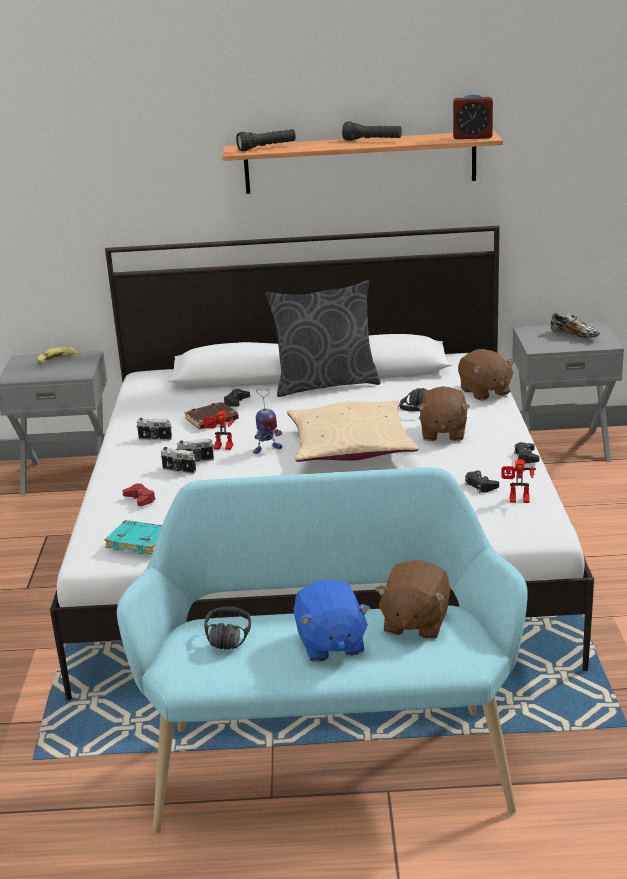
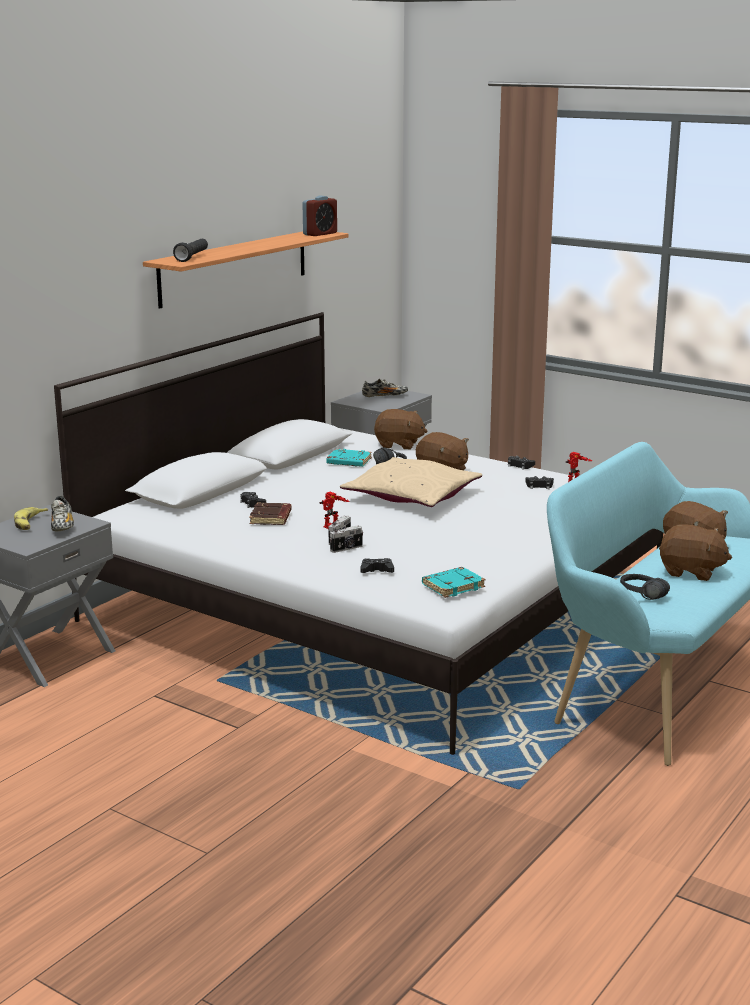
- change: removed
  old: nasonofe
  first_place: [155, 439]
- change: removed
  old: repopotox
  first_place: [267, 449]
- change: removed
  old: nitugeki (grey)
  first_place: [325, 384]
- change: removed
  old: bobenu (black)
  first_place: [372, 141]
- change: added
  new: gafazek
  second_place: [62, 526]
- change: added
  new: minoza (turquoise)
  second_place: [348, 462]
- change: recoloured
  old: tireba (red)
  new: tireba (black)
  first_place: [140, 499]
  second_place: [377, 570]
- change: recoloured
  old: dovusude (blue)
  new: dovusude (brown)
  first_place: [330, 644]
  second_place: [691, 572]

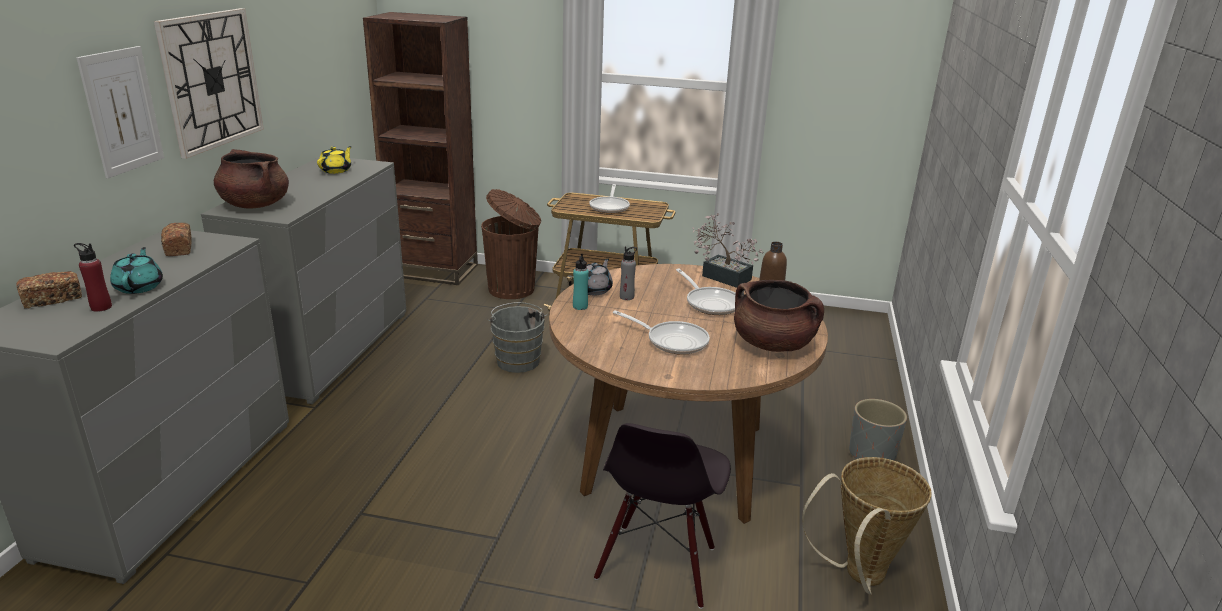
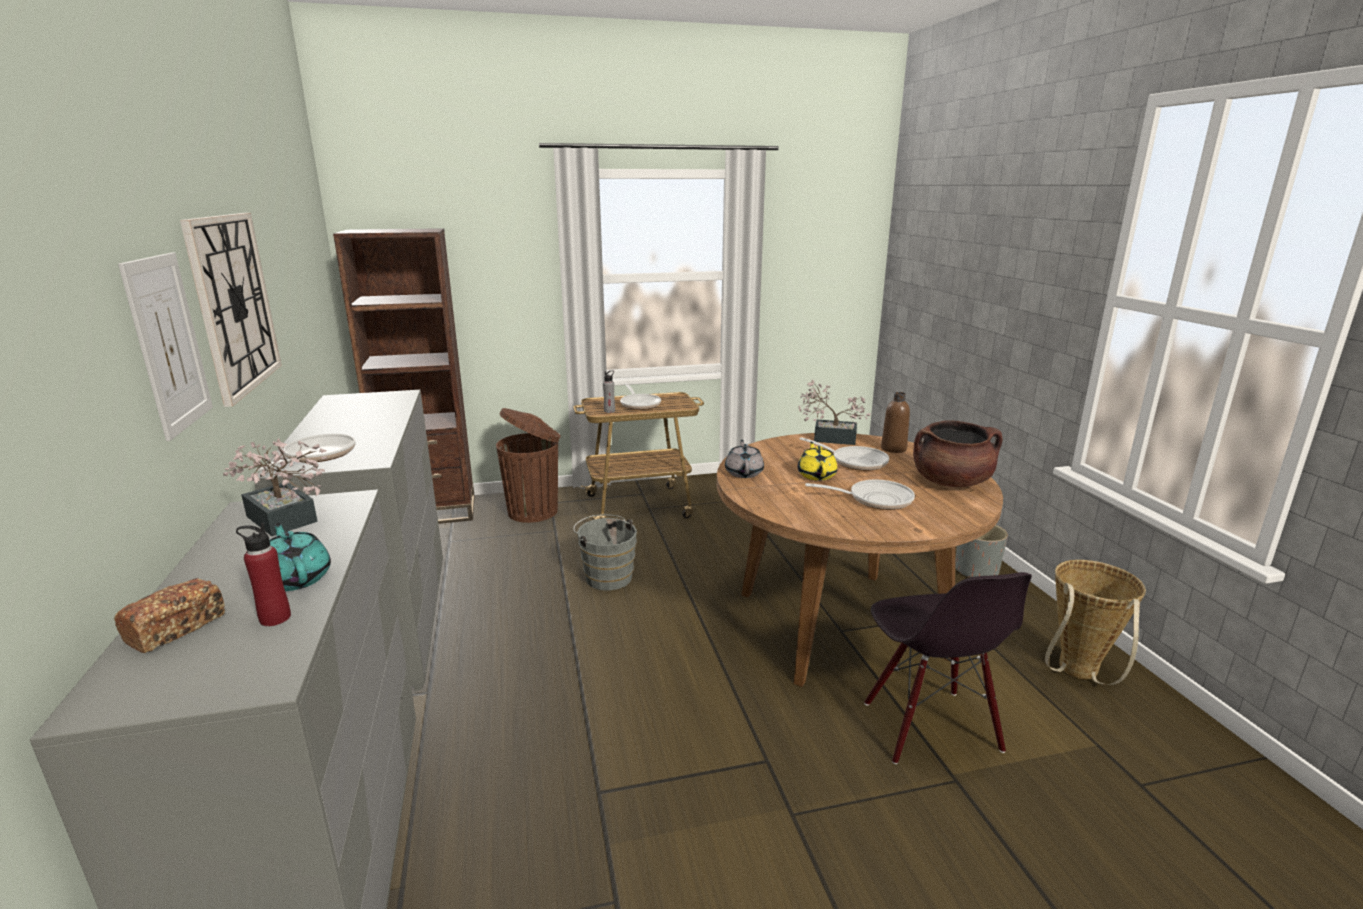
- change: removed
  old: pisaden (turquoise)
  first_place: [580, 306]
- change: moved
  old: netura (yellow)
  first_place: [336, 170]
  second_place: [816, 475]
- change: moved
  old: pisaden (grey)
  first_place: [627, 297]
  second_place: [609, 411]
- change: replaced
  old: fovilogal
  new: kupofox
  first_place: [178, 248]
  second_place: [284, 522]
- change: replaced
  old: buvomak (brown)
  new: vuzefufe
  first_place: [255, 205]
  second_place: [316, 456]

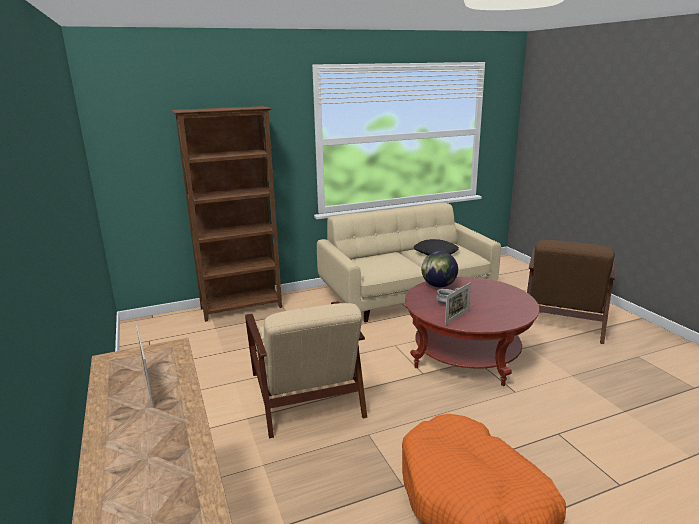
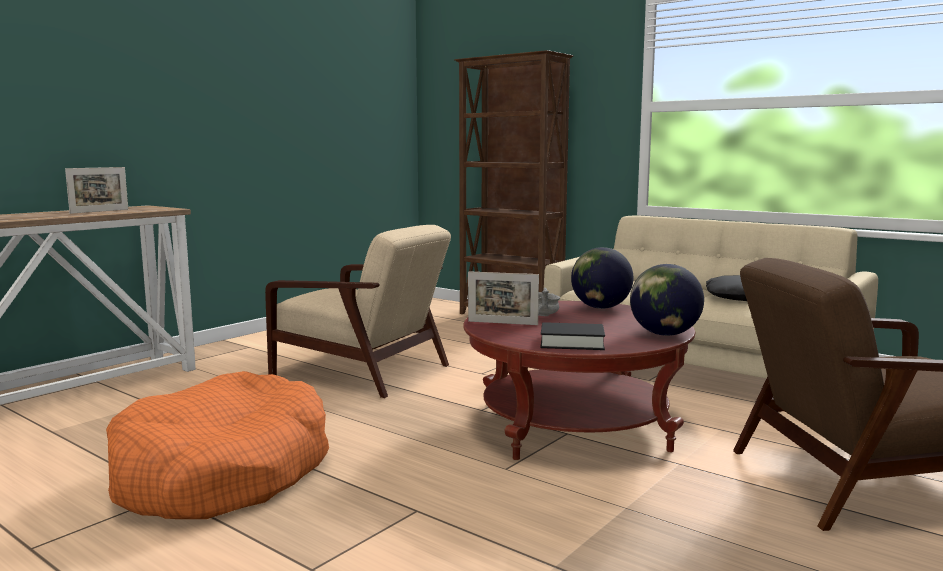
- change: added
  new: minoza (black)
  second_place: [572, 342]
- change: added
  new: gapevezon
  second_place: [664, 334]
- change: turned
  old: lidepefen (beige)
  first_place: [306, 396]
  second_place: [363, 371]
  degrees: -105

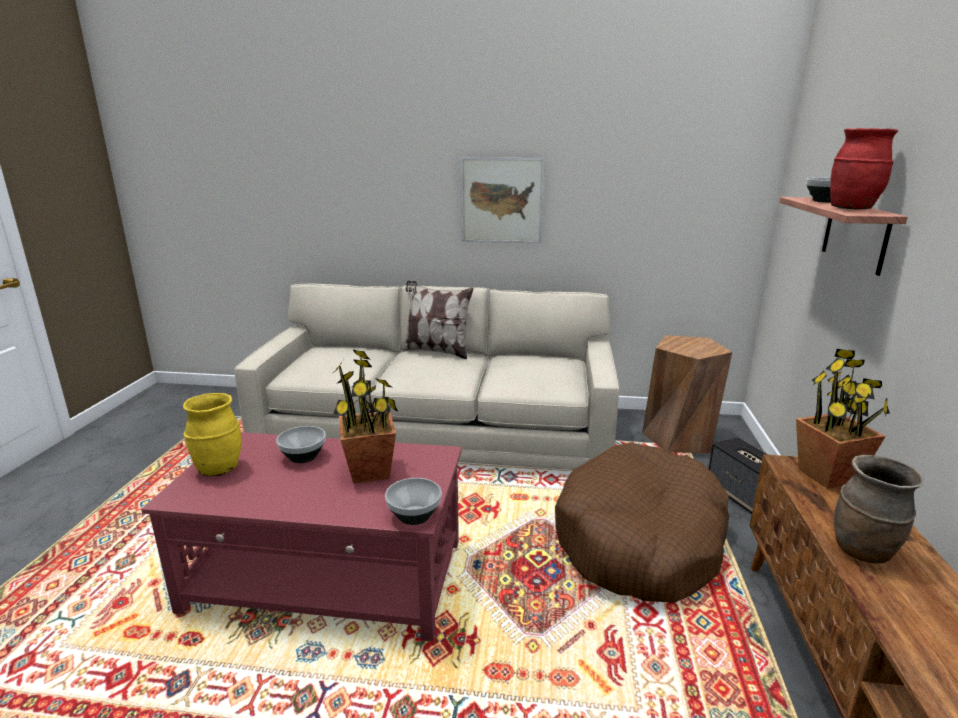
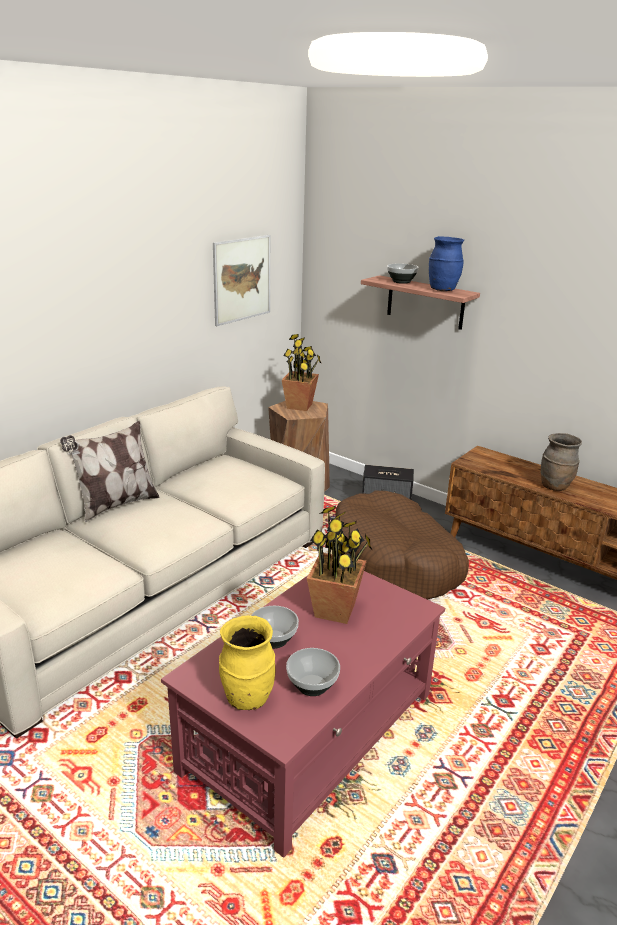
- change: moved
  old: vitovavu
  first_place: [415, 516]
  second_place: [312, 685]
- change: moved
  old: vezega
  first_place: [502, 200]
  second_place: [242, 279]
- change: moved
  old: kupofox
  first_place: [828, 476]
  second_place: [299, 406]
- change: recoloured
  old: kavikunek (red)
  new: kavikunek (blue)
  first_place: [852, 209]
  second_place: [442, 290]

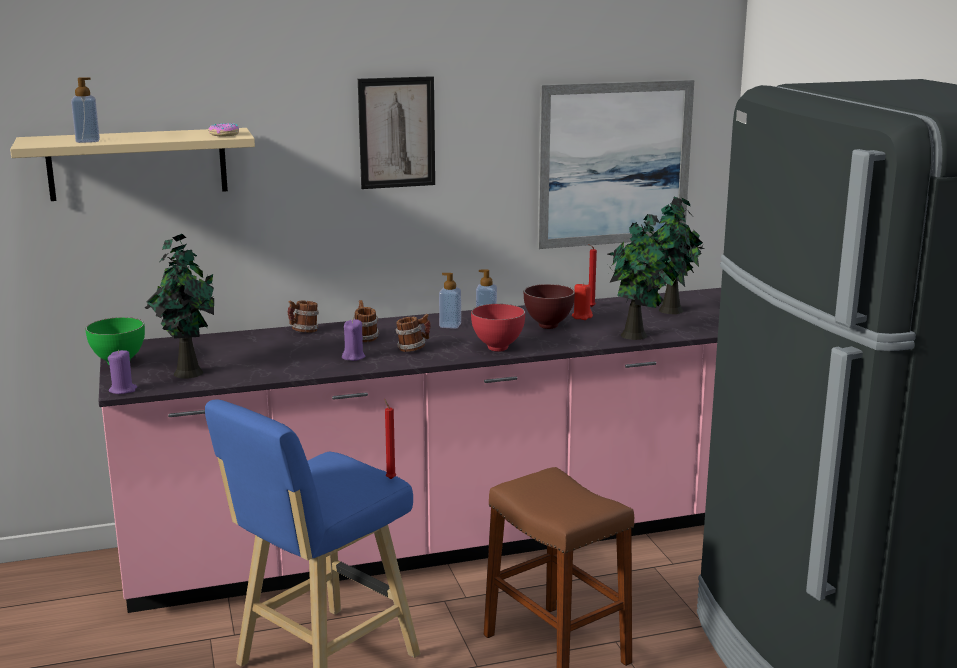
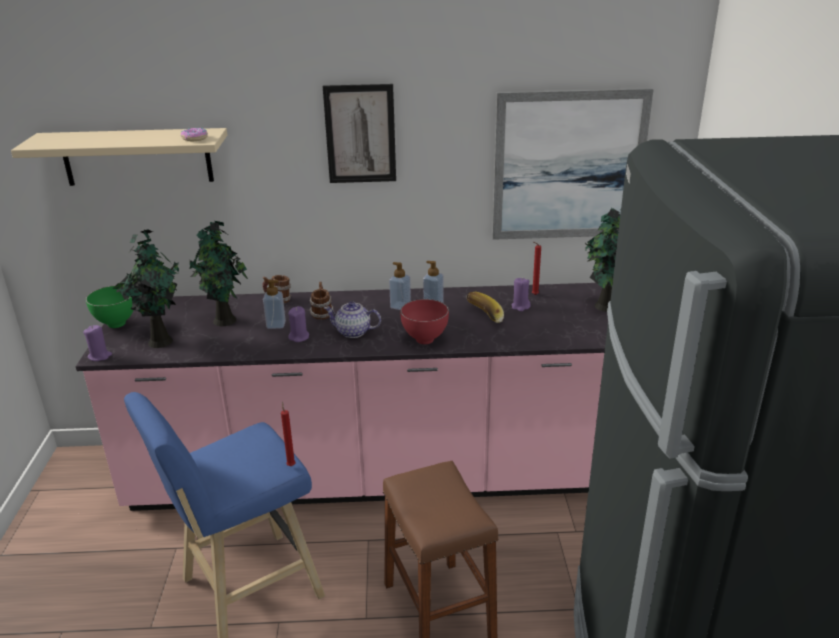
- change: moved
  old: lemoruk
  first_place: [87, 141]
  second_place: [276, 325]
- change: moved
  old: kupofox
  first_place: [636, 336]
  second_place: [226, 321]
- change: replaced
  old: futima
  new: netura
  first_place: [413, 349]
  second_place: [353, 332]
- change: replaced
  old: vitovavu (brown)
  new: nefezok
  first_place: [547, 326]
  second_place: [483, 316]
- change: recoloured
  old: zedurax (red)
  new: zedurax (purple)
  first_place: [582, 316]
  second_place: [520, 306]

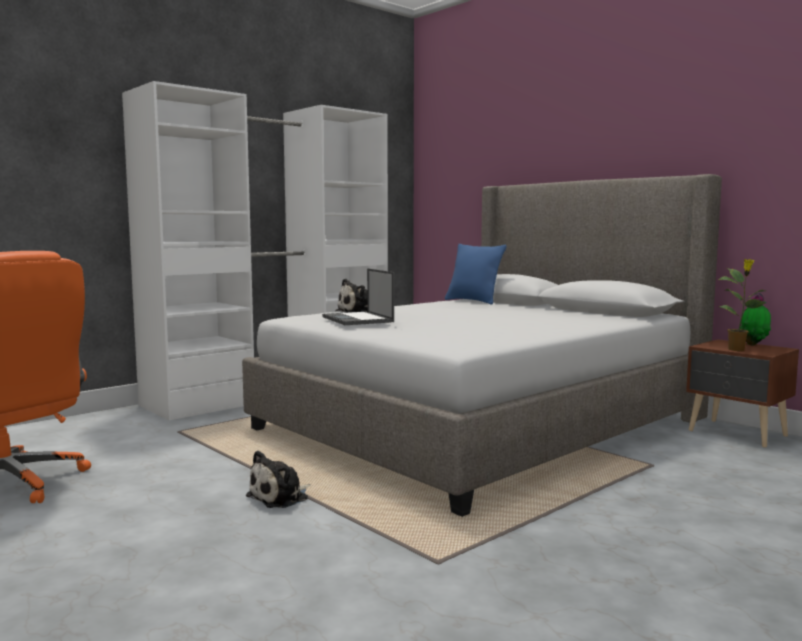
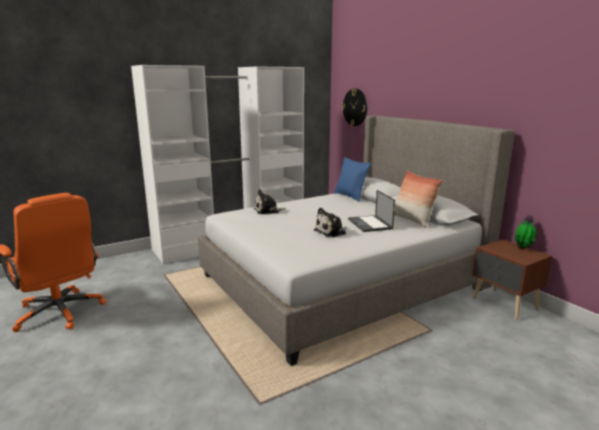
- change: removed
  old: kupofox
  first_place: [738, 350]
- change: added
  new: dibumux
  second_place: [355, 107]
- change: added
  new: nitugeki
  second_place: [412, 220]
- change: moved
  old: dovusude
  first_place: [281, 497]
  second_place: [331, 232]
- change: moved
  old: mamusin
  first_place: [358, 319]
  second_place: [370, 224]

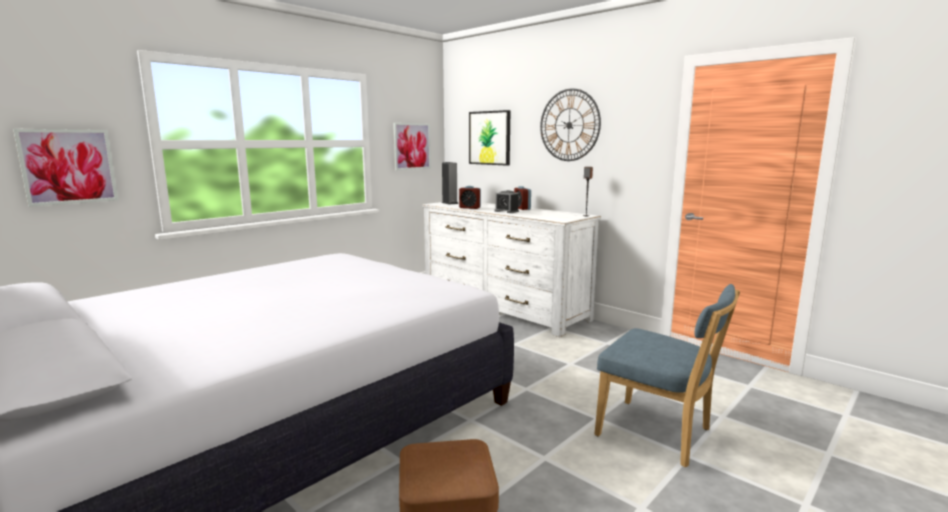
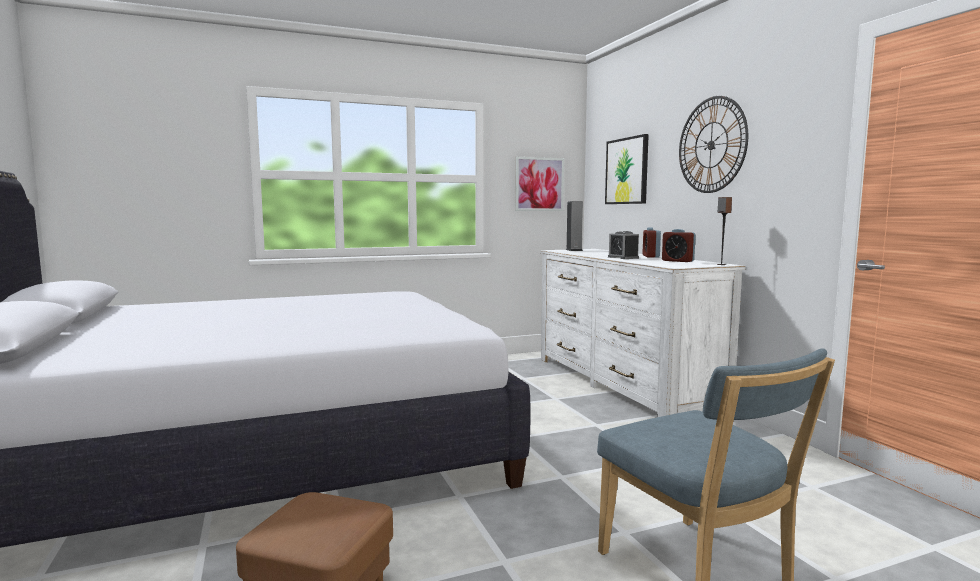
- change: removed
  old: vezega
  first_place: [68, 166]
- change: moved
  old: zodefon
  first_place: [469, 208]
  second_place: [677, 261]

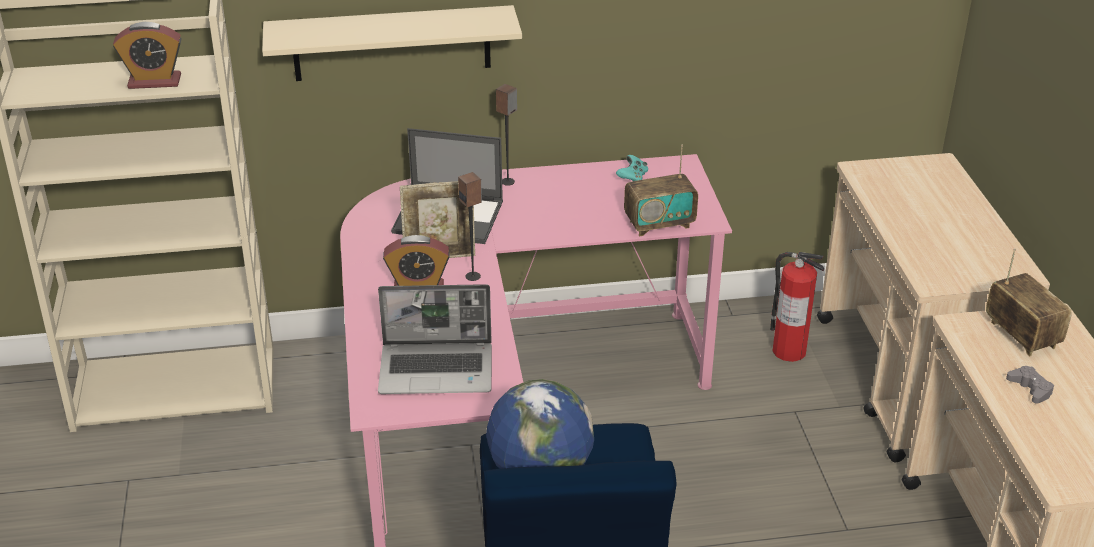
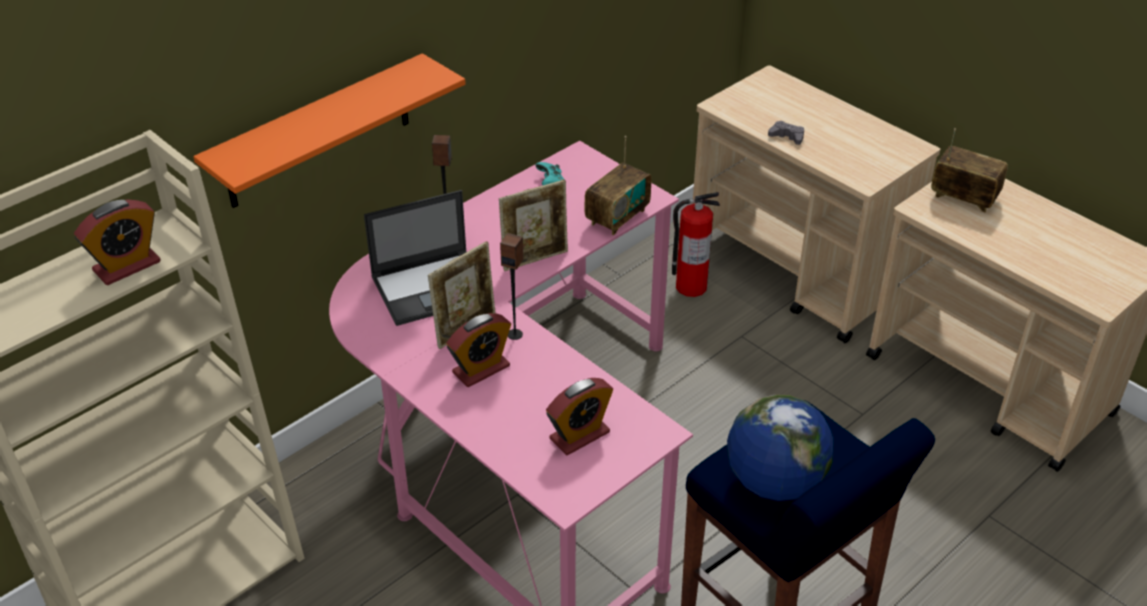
- change: added
  new: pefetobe
  second_place: [535, 259]
- change: moved
  old: tireba (grey)
  first_place: [1030, 389]
  second_place: [787, 136]
- change: replaced
  old: mamusin
  new: zodefon
  first_place: [438, 369]
  second_place: [579, 435]
- change: recoloured
  old: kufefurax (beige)
  new: kufefurax (orange)
  first_place: [391, 43]
  second_place: [318, 132]

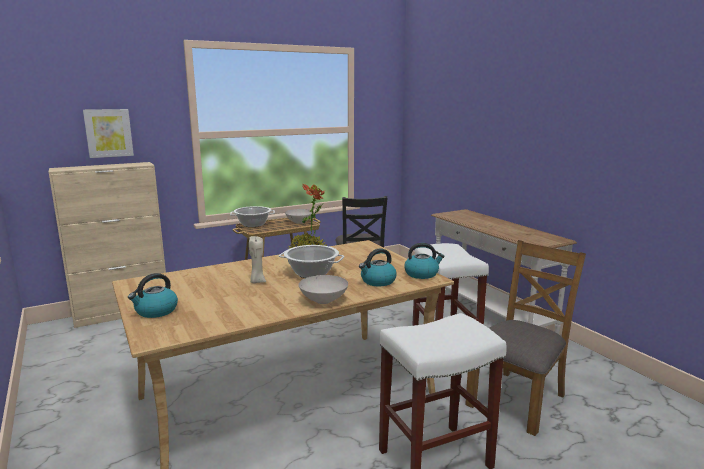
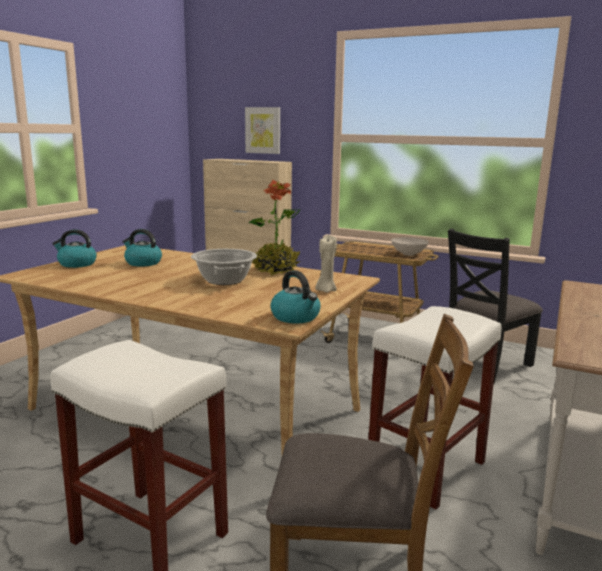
- change: removed
  old: buvomak
  first_place: [253, 224]
- change: removed
  old: vitovavu (white)
  first_place: [324, 300]
- change: moved
  old: zedurax (beige)
  first_place: [257, 281]
  second_place: [325, 290]
- change: moved
  old: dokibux
  first_place: [377, 281]
  second_place: [142, 263]

